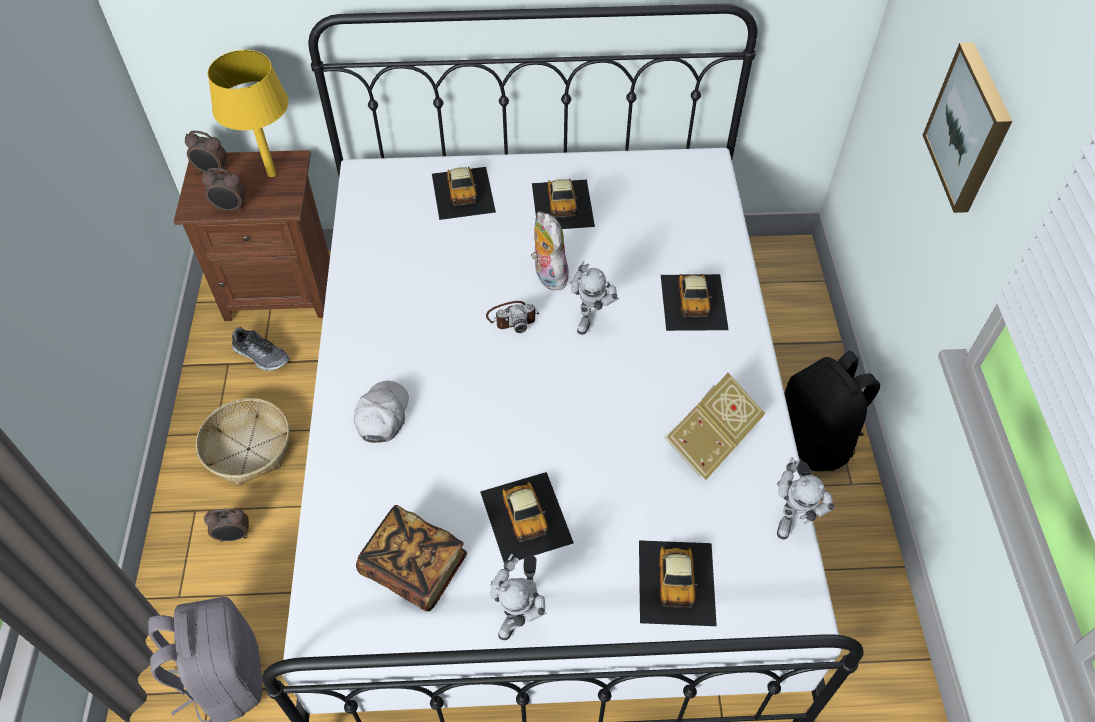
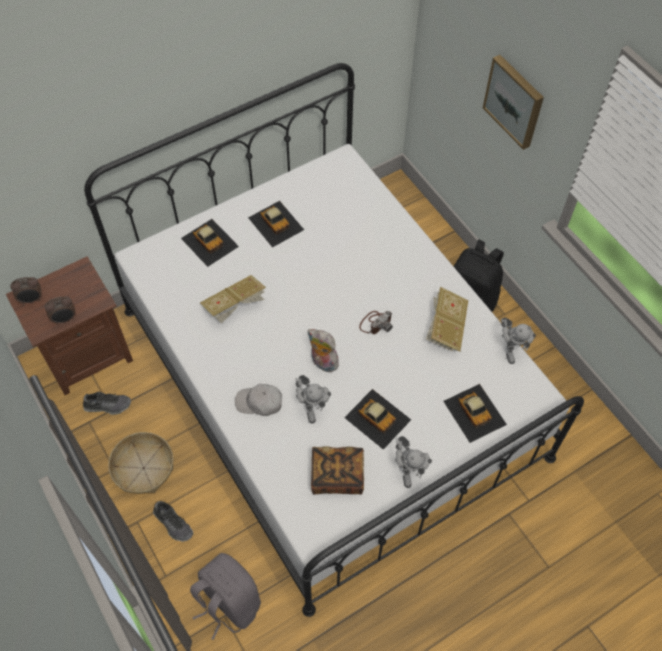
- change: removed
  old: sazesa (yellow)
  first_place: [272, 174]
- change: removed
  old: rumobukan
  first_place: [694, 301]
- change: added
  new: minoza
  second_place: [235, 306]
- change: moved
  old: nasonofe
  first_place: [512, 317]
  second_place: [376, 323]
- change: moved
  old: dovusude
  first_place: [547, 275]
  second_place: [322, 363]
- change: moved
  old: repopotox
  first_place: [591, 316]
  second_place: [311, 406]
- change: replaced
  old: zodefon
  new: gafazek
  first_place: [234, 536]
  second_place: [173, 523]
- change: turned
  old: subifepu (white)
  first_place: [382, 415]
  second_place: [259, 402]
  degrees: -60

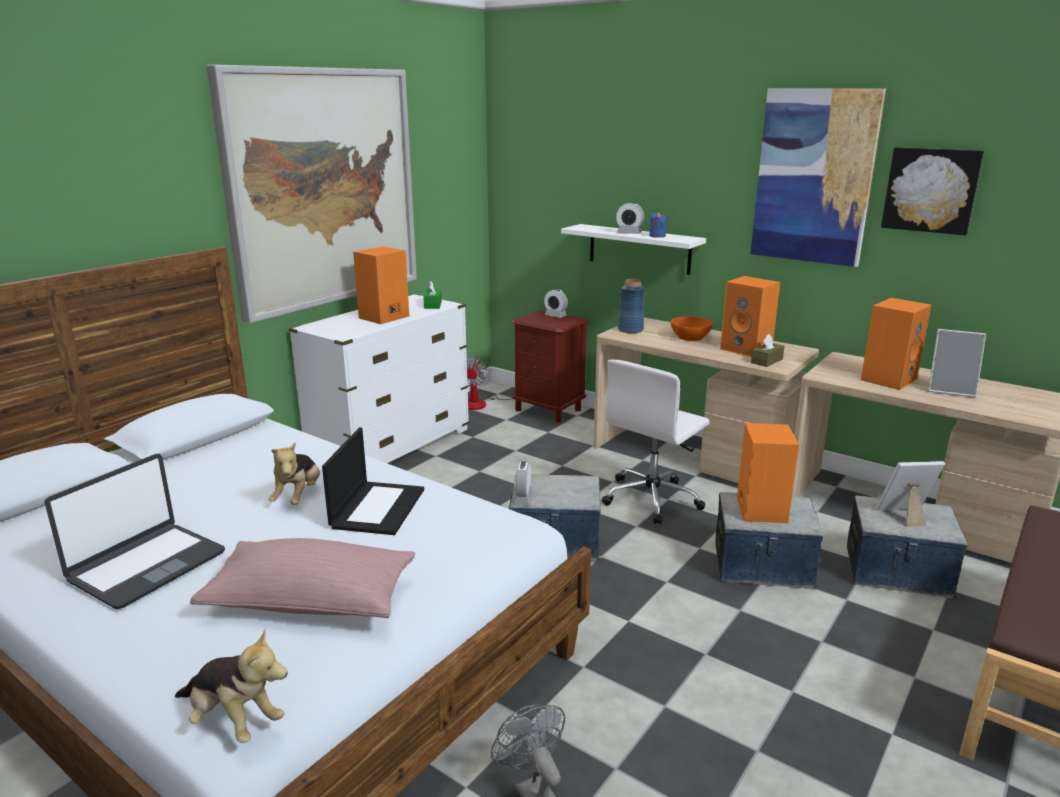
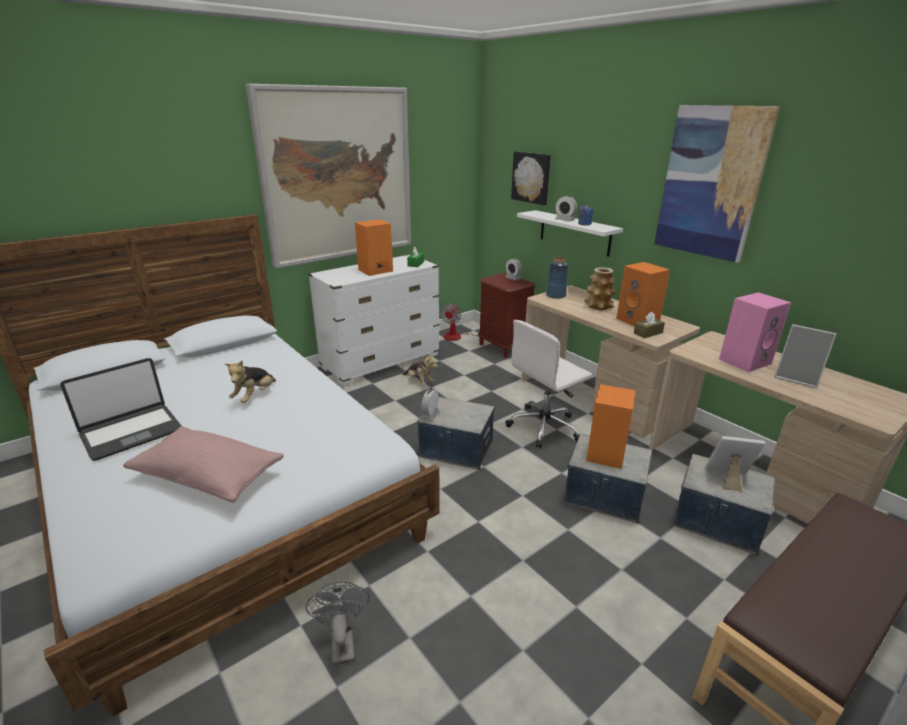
- change: removed
  old: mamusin
  first_place: [377, 507]
- change: moved
  old: dovusude
  first_place: [233, 721]
  second_place: [419, 382]
- change: moved
  old: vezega
  first_place: [931, 190]
  second_place: [531, 177]
- change: replaced
  old: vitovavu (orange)
  new: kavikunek
  first_place: [690, 337]
  second_place: [598, 306]
- change: recoloured
  old: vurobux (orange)
  new: vurobux (pink)
  first_place: [888, 379]
  second_place: [744, 361]

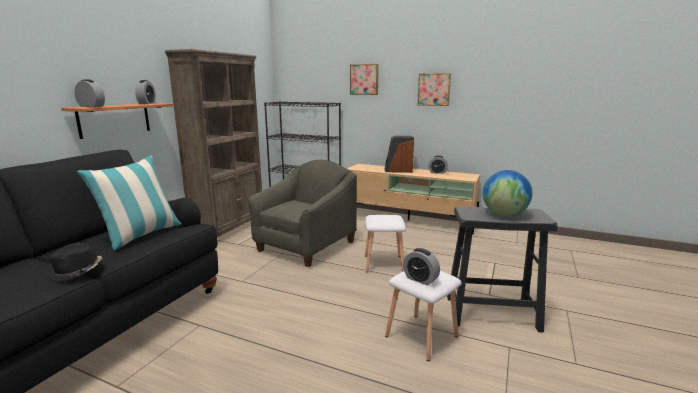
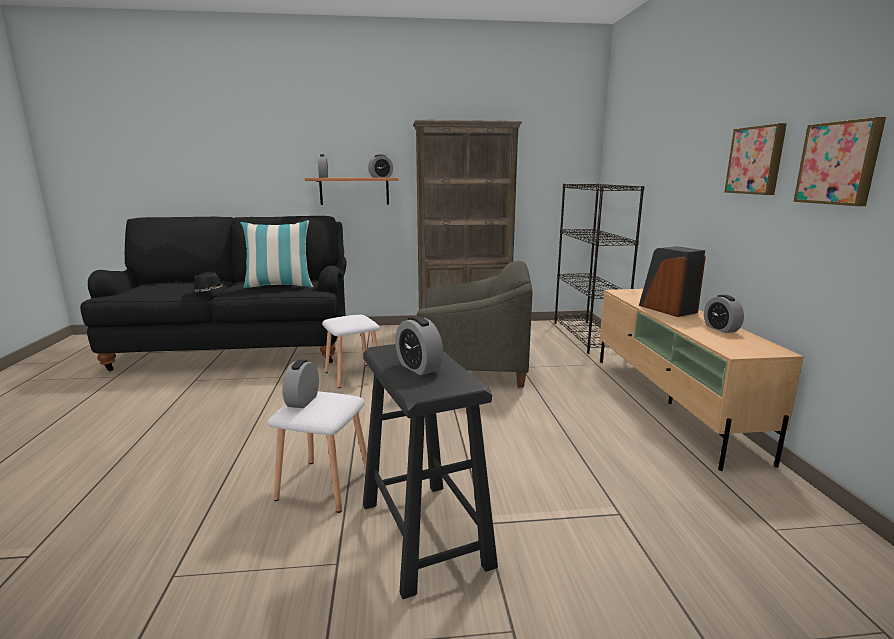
- change: moved
  old: vezega
  first_place: [364, 79]
  second_place: [839, 163]
- change: moved
  old: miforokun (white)
  first_place: [384, 264]
  second_place: [352, 376]
- change: replaced
  old: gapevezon
  new: zodefon
  first_place: [504, 214]
  second_place: [418, 367]

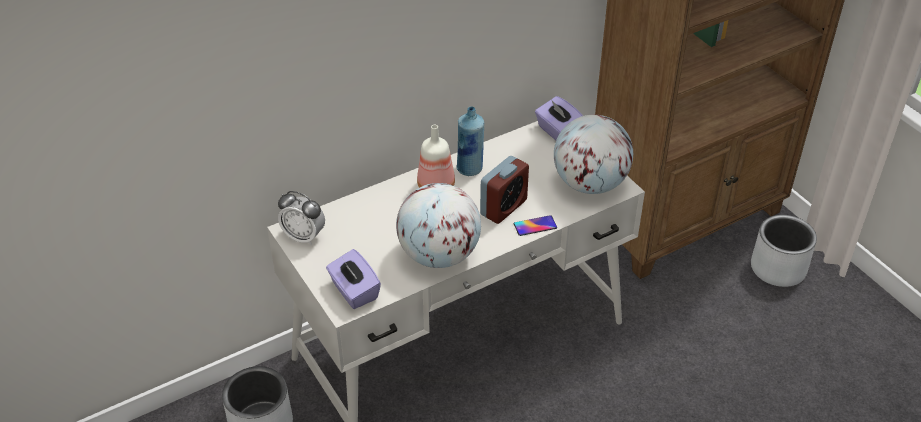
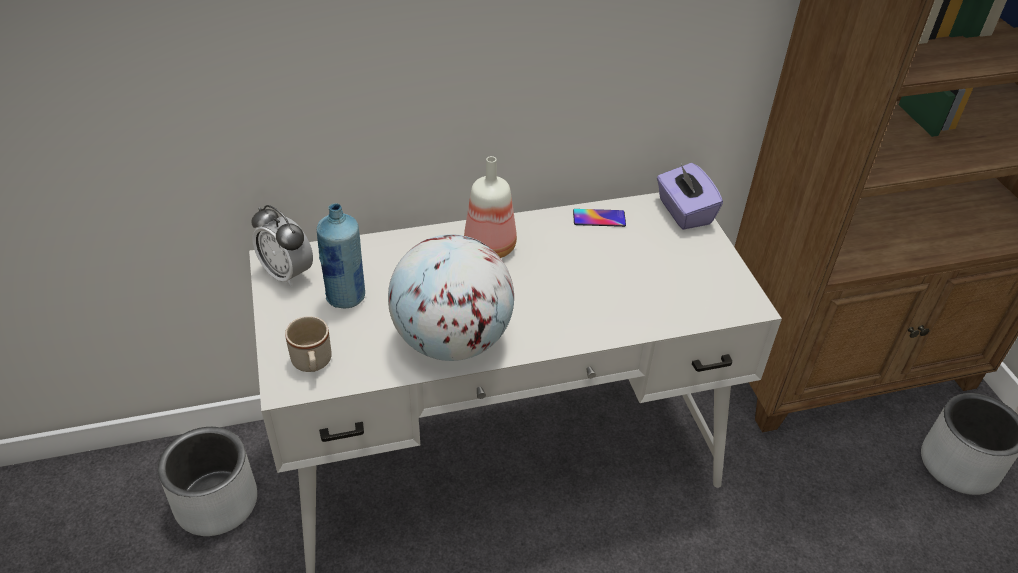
- change: removed
  old: zodefon
  first_place: [503, 207]
- change: removed
  old: gapevezon
  first_place: [589, 184]
- change: moved
  old: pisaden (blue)
  first_place: [470, 169]
  second_place: [346, 297]
- change: moved
  old: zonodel
  first_place: [535, 226]
  second_place: [599, 218]
- change: replaced
  old: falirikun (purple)
  new: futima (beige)
  first_place: [354, 291]
  second_place: [312, 364]

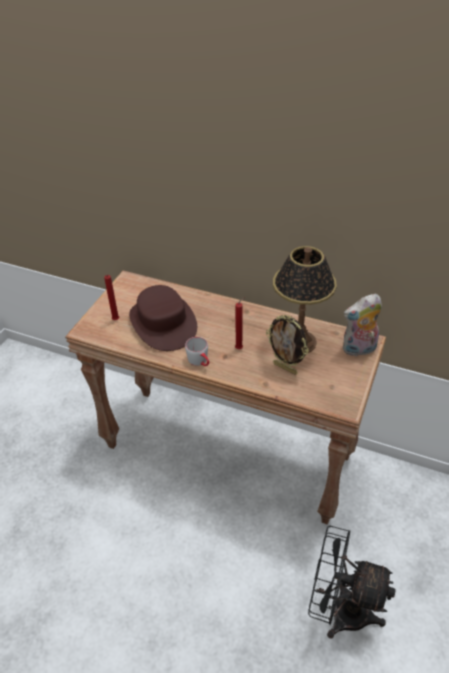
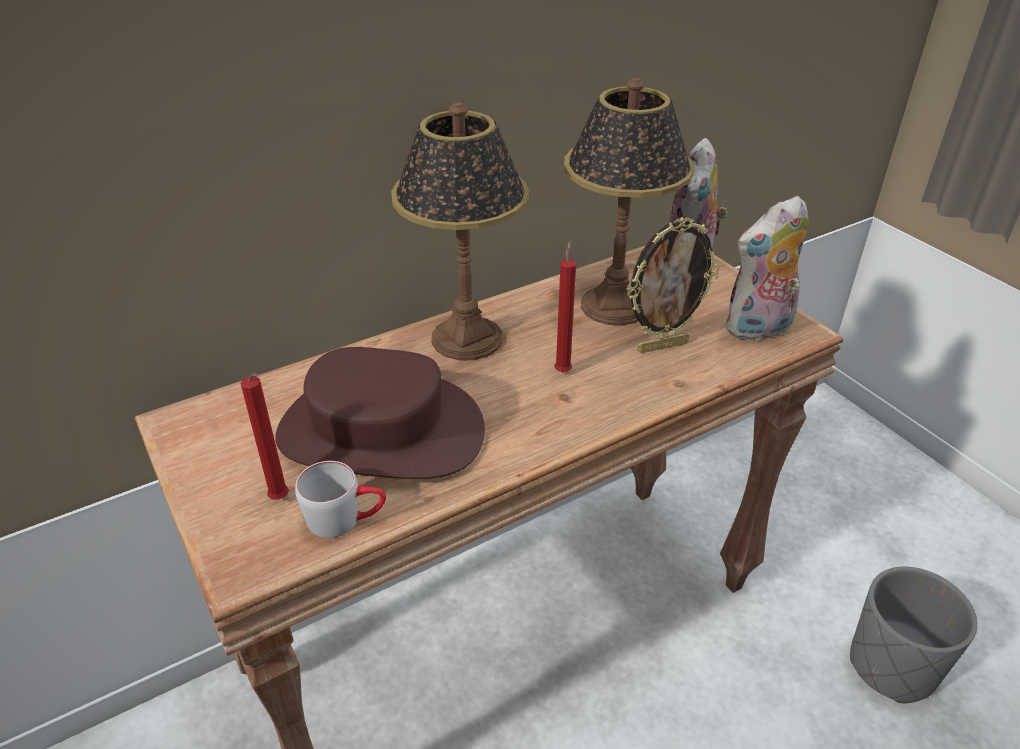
- change: added
  new: sazesa
  second_place: [467, 339]
- change: added
  new: dovusude
  second_place: [758, 329]
- change: moved
  old: futima (grey)
  first_place: [200, 361]
  second_place: [346, 518]
- change: replaced
  old: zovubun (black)
  new: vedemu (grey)
  first_place: [339, 610]
  second_place: [892, 666]

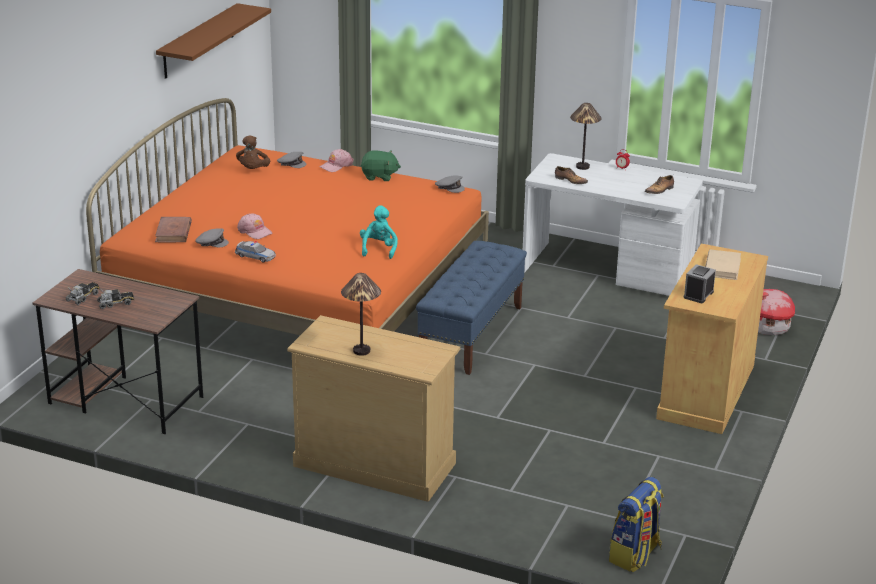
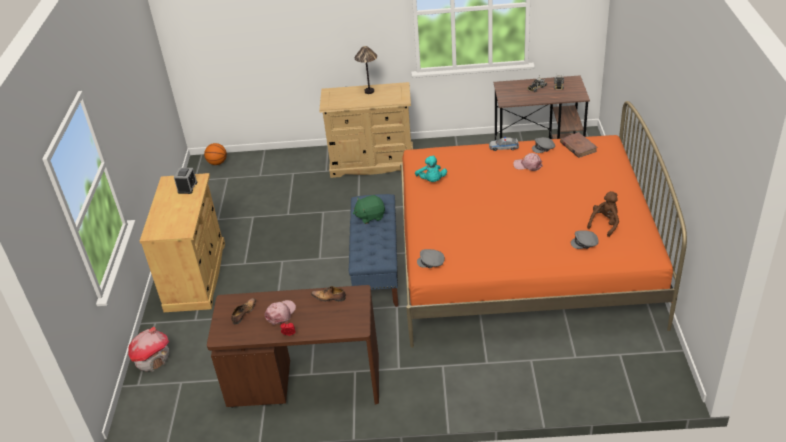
- change: removed
  old: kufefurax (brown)
  first_place: [198, 41]
- change: removed
  old: sazesa
  first_place: [582, 167]
- change: removed
  old: minoza (beige)
  first_place: [722, 267]
- change: moved
  old: subifepu (pink)
  first_place: [336, 165]
  second_place: [281, 313]
- change: moved
  old: dovusude (green)
  first_place: [379, 176]
  second_place: [370, 216]
- change: replaced
  old: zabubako
  new: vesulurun
  first_place: [635, 555]
  second_place: [217, 163]
- change: recoloured
  old: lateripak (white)
  new: lateripak (brown)
  first_place: [607, 271]
  second_place: [304, 382]
- change: turned
  old: dovusude (brown)
  first_place: [253, 170]
  second_place: [605, 224]
  degrees: 60

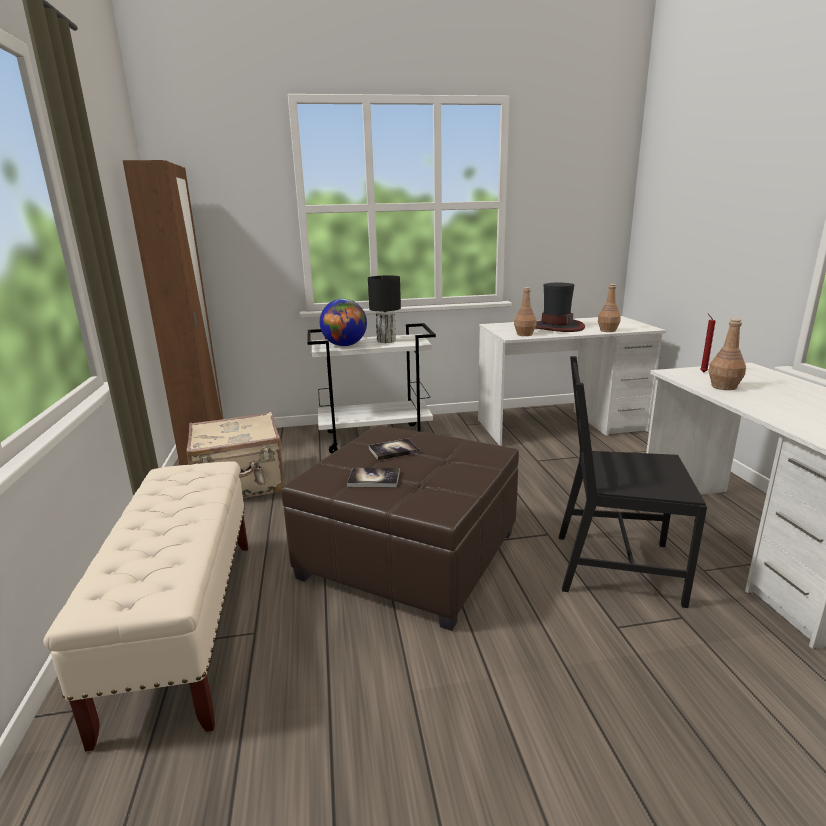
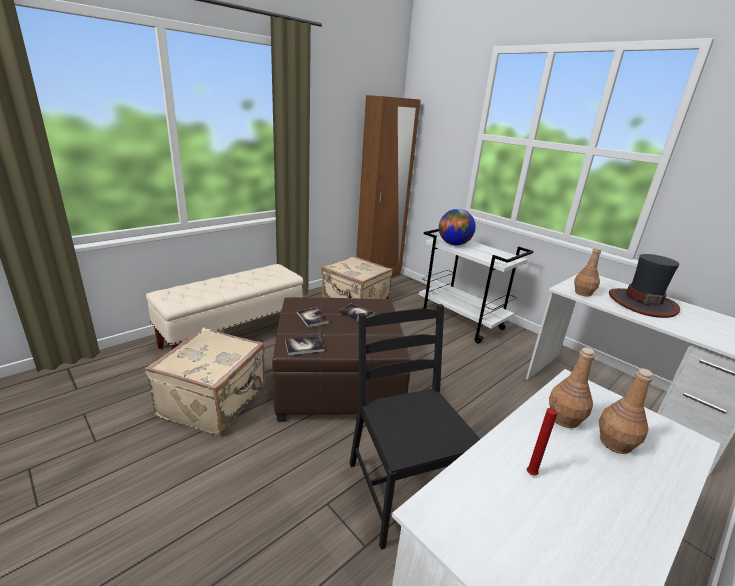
- change: removed
  old: sazesa (black)
  first_place: [385, 341]
- change: added
  new: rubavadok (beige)
  second_place: [215, 402]
- change: added
  new: minoza
  second_place: [304, 346]
- change: moved
  old: pisaden (brown)
  first_place: [607, 330]
  second_place: [614, 443]
- change: moved
  old: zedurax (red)
  first_place: [702, 372]
  second_place: [531, 473]

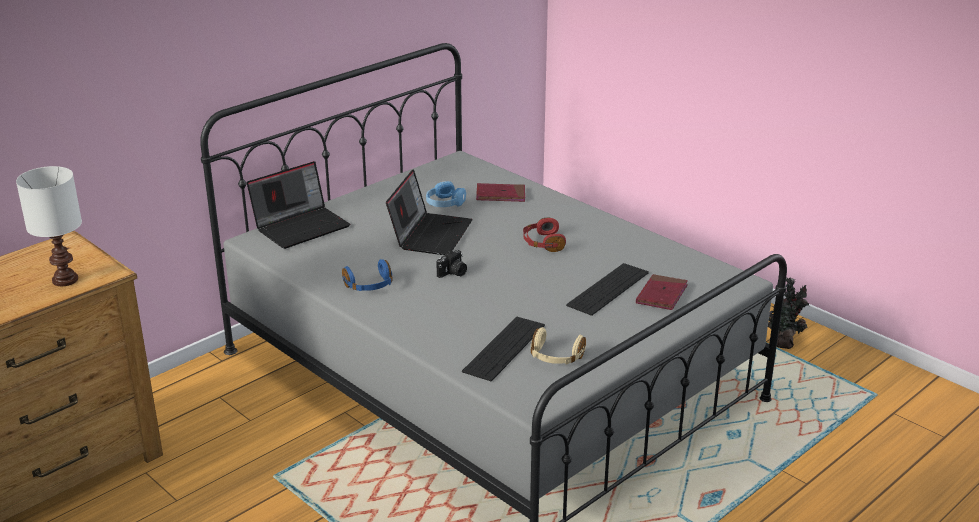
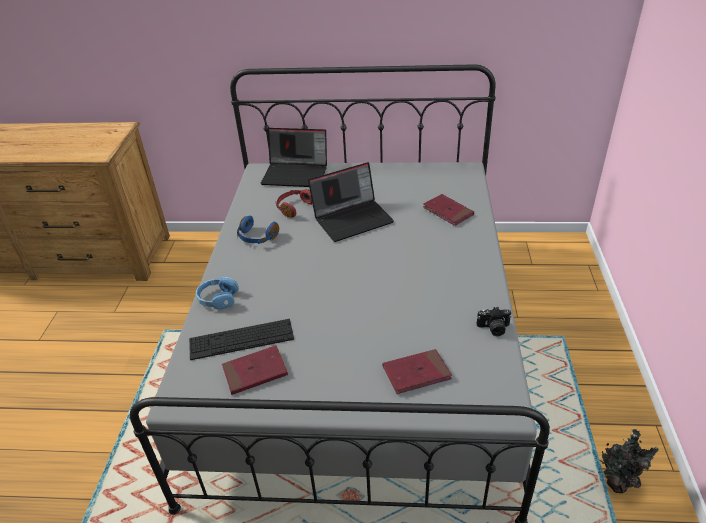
- change: removed
  old: sazesa (white)
  first_place: [66, 280]
- change: removed
  old: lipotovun
  first_place: [608, 289]
- change: moved
  old: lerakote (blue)
  first_place: [445, 203]
  second_place: [218, 299]
- change: moved
  old: nasonofe
  first_place: [453, 273]
  second_place: [493, 328]
- change: moved
  old: lerakote (red)
  first_place: [542, 243]
  second_place: [294, 207]
- change: replaced
  old: lerakote (beige)
  new: minoza (red)
  first_place: [555, 357]
  second_place: [255, 372]

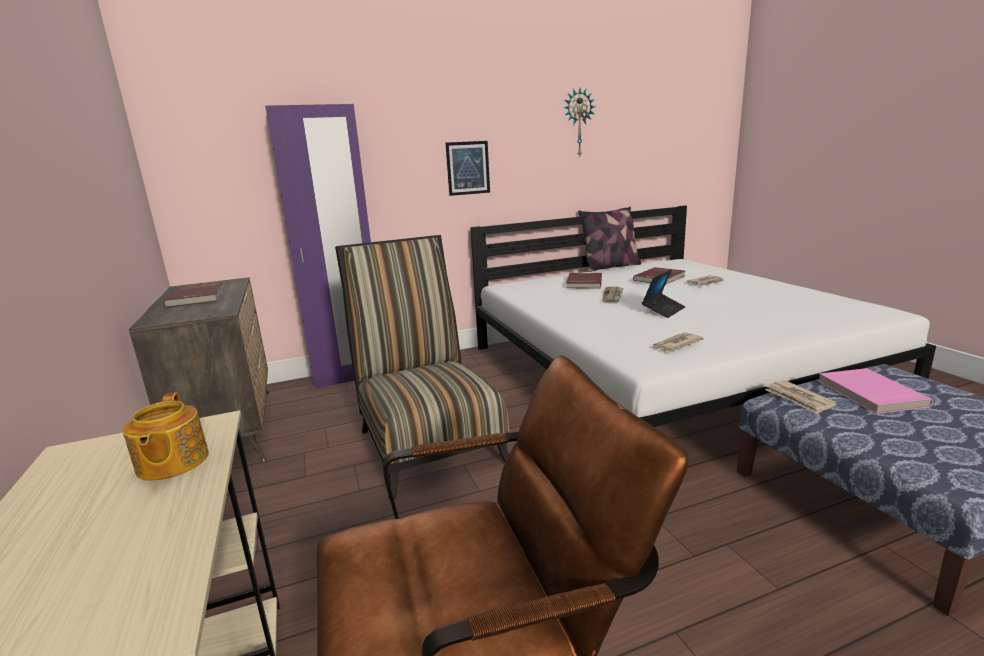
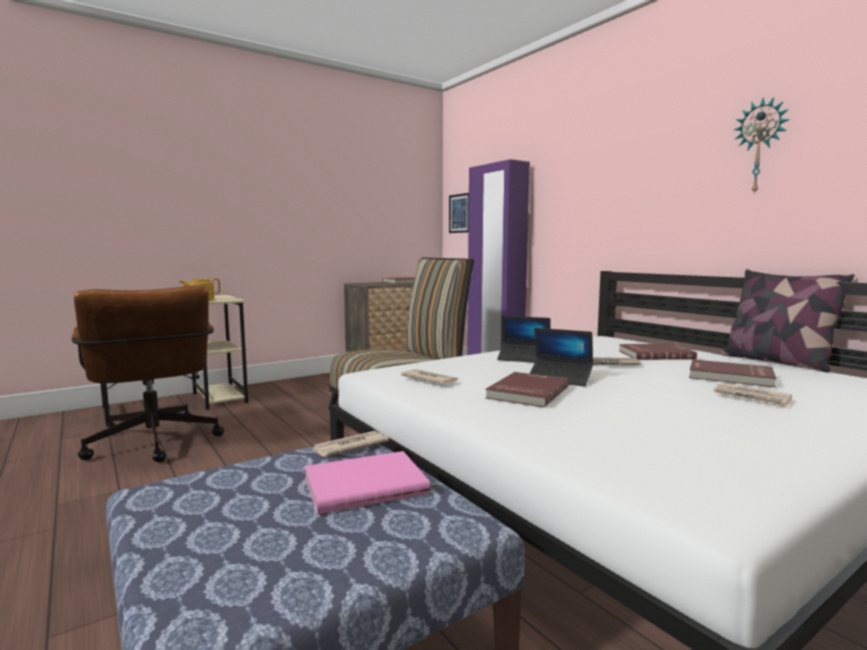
- change: added
  new: minoza (red)
  second_place: [526, 392]
- change: added
  new: mamusin
  second_place: [524, 358]
- change: moved
  old: vezega
  first_place: [468, 168]
  second_place: [459, 213]

